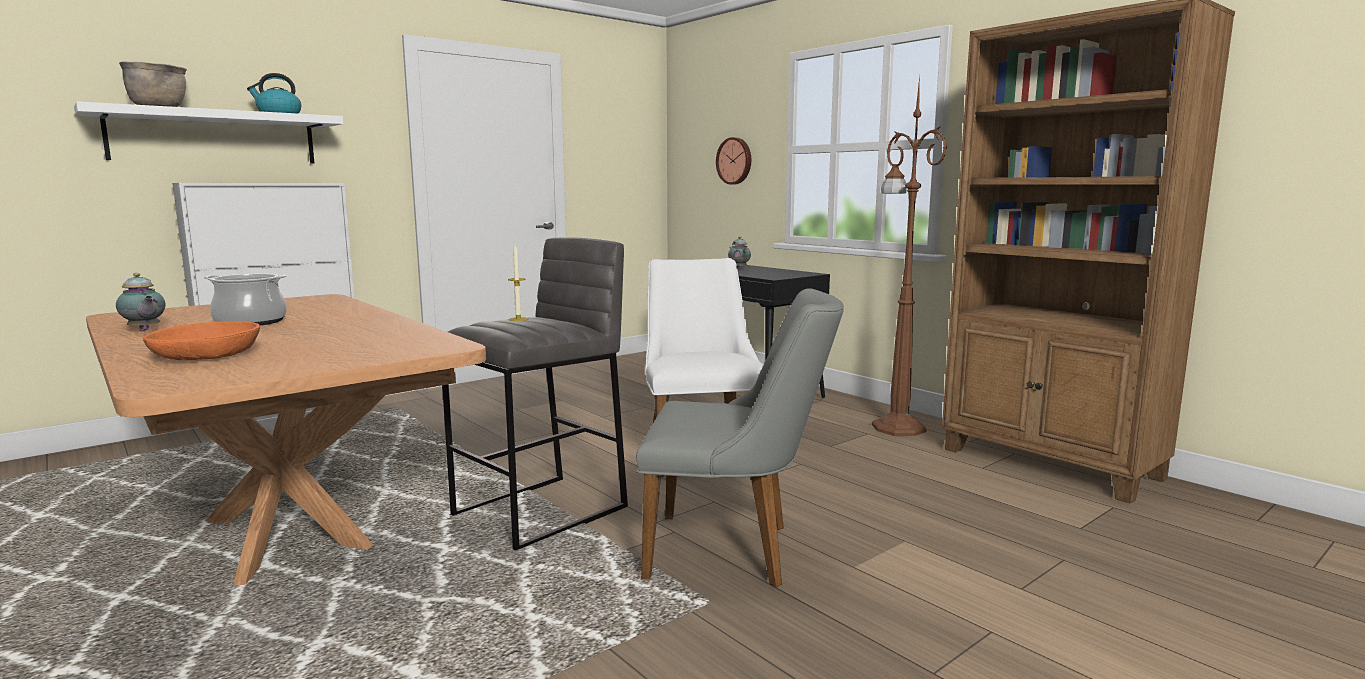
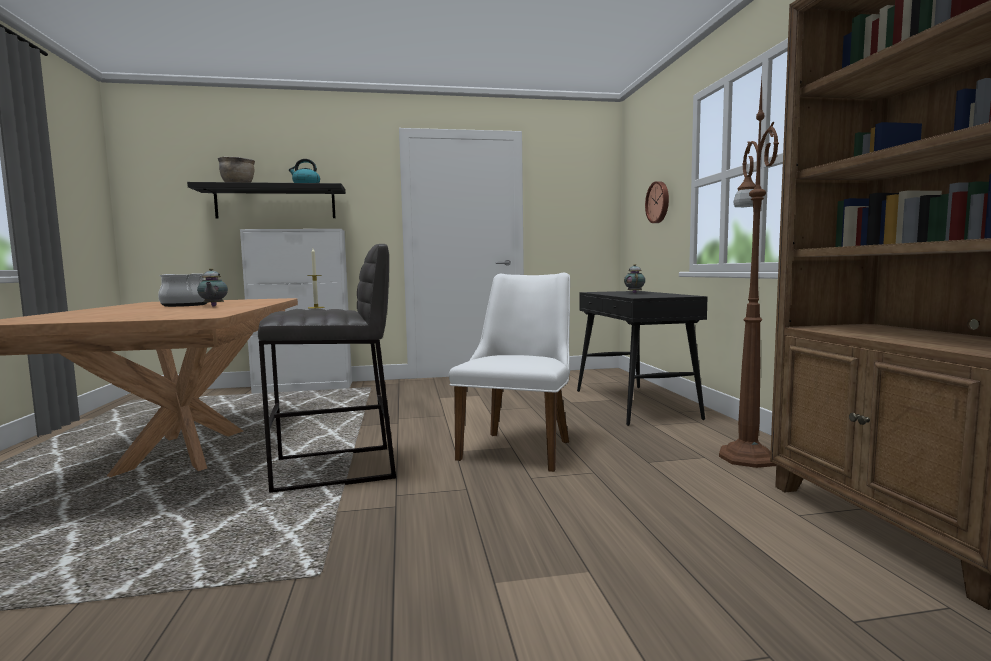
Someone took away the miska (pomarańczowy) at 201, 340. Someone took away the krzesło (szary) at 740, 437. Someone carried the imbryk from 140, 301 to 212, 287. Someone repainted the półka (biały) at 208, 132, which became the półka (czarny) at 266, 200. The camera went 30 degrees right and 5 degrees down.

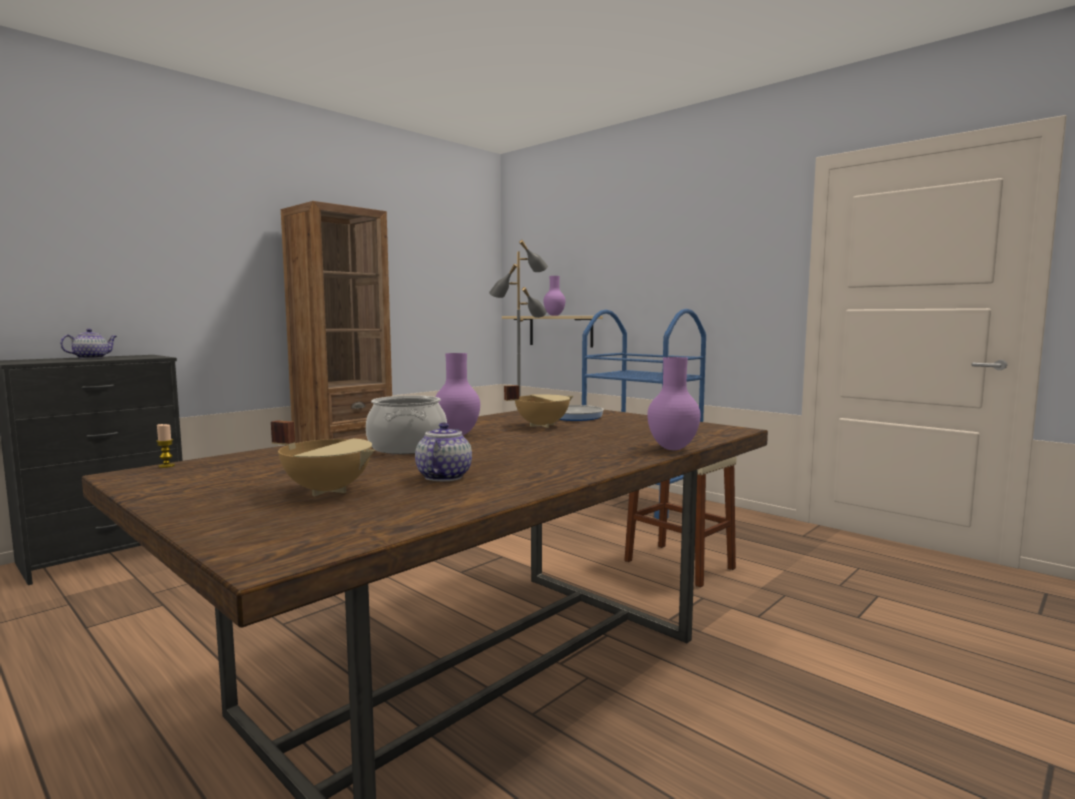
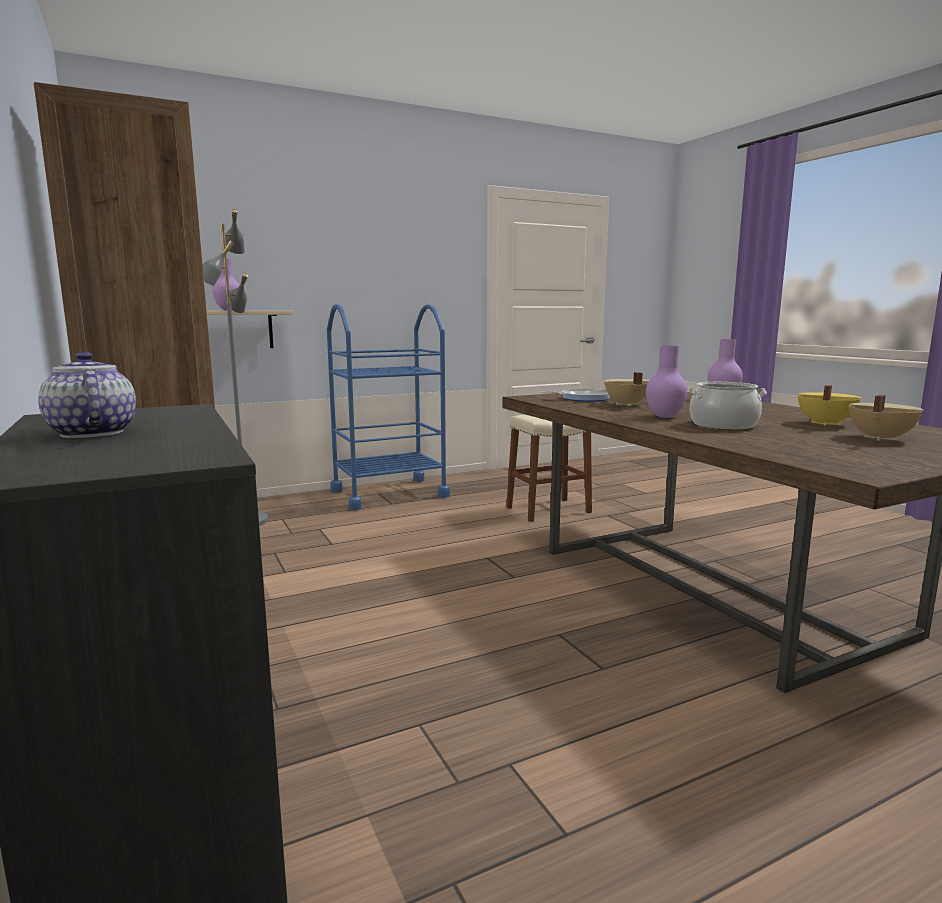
Someone took away the świeca at 165, 446. Someone swapped the imbryk at 443, 451 for the garnek (żółty) at 829, 405. The camera went 70 degrees left and 5 degrees up.

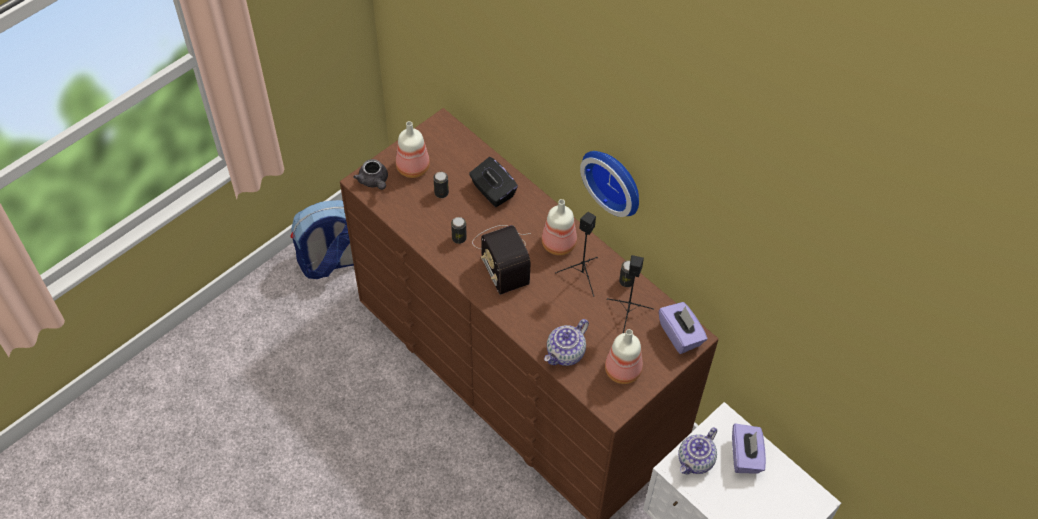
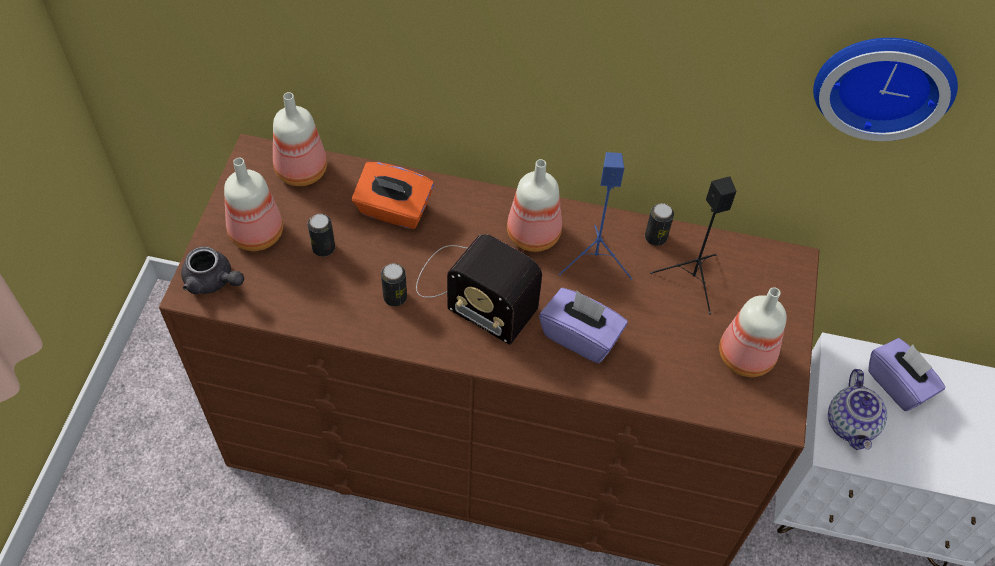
Someone took away the plecak at 322, 239. Someone took away the imbryk at 566, 342. Someone put down the butelka at 300, 139. Someone carried the zegar ścienny from 609, 184 to 885, 89. Someone carried the pudełko chusteczek (fioletowy) from 683, 328 to 583, 325. Someone repainted the pudełko chusteczek (czarny) at 493, 182, which became the pudełko chusteczek (pomarańczowy) at 393, 195. Someone repainted the głośnik (czarny) at 576, 254, which became the głośnik (niebieski) at 595, 216. The camera went 35 degrees left and 0 degrees up.

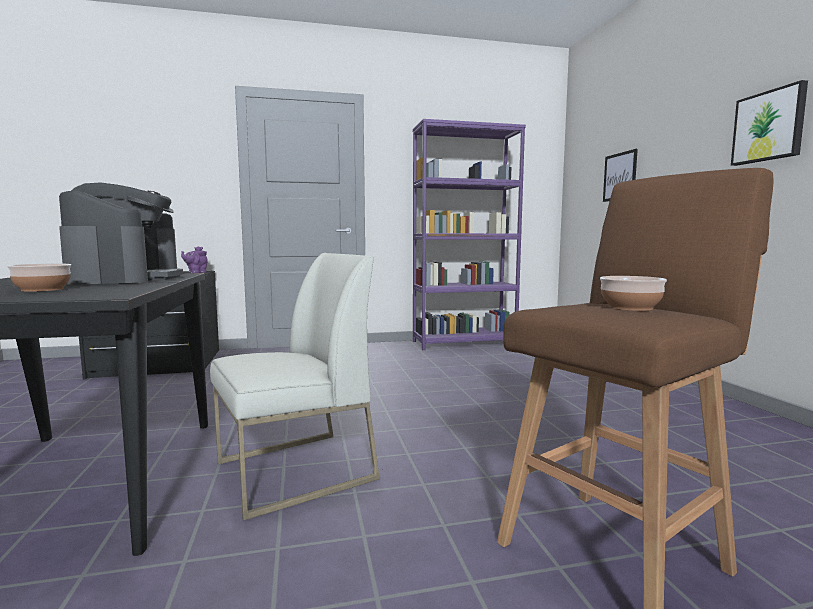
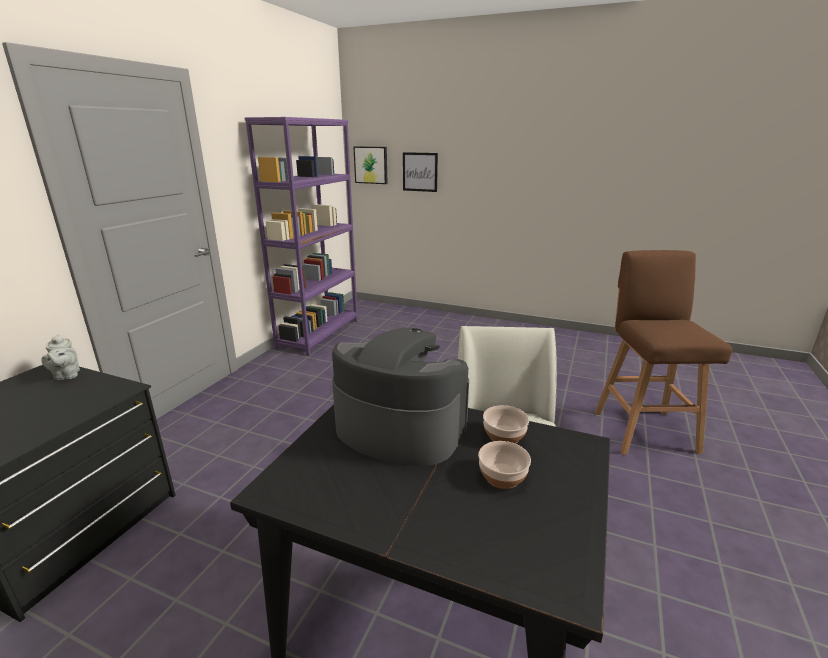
Someone carried the miska from 633, 293 to 506, 424. Someone carried the obraz from 769, 123 to 370, 165. Someone repainted the imbryk (fioletowy) at 194, 259, which became the imbryk (szary) at 60, 357. The camera went 55 degrees left and 15 degrees up.

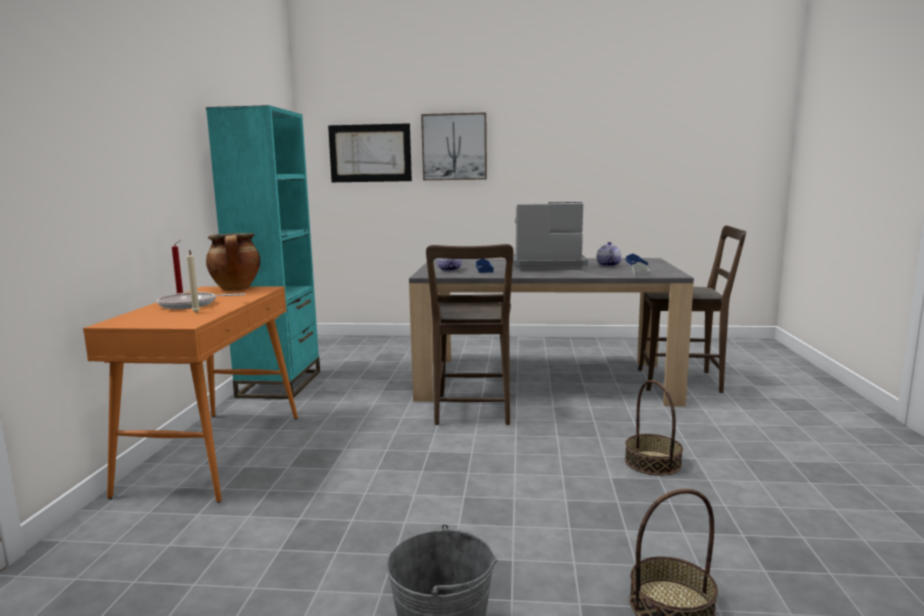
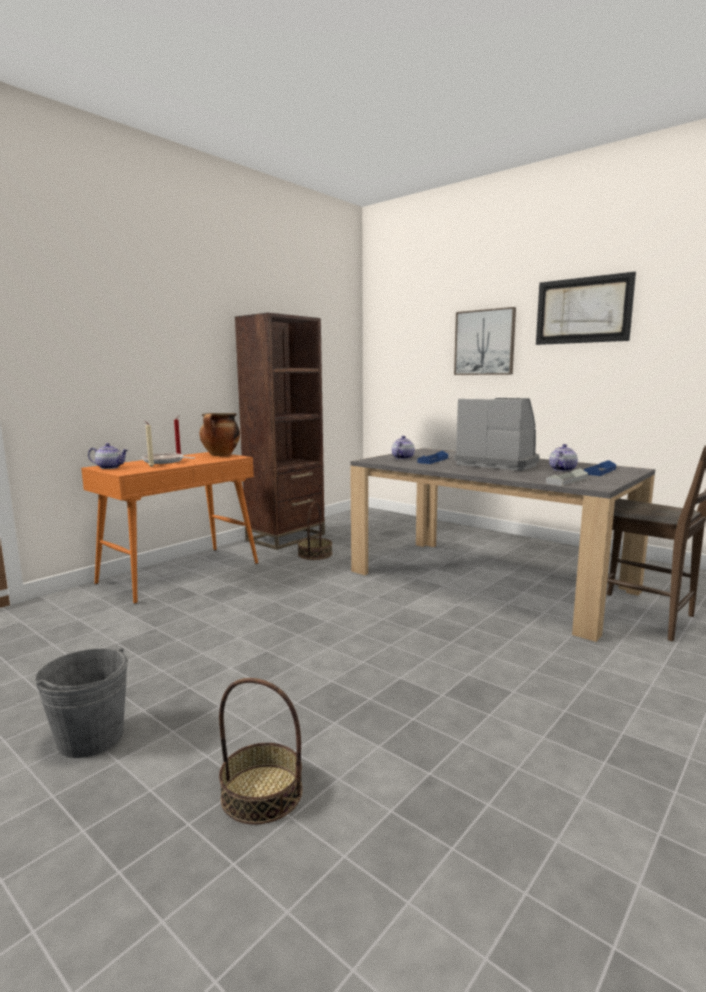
Someone took away the krzesło (brązowy) at 470, 334. Someone put down the imbryk at 108, 456. Someone carried the obraz from 370, 152 to 586, 308. Someone carried the koszyk from 654, 428 to 315, 531. Someone repainted the regał (turkusowy) at 263, 252, which became the regał (brązowy) at 280, 431. The camera went 35 degrees right and 0 degrees up.

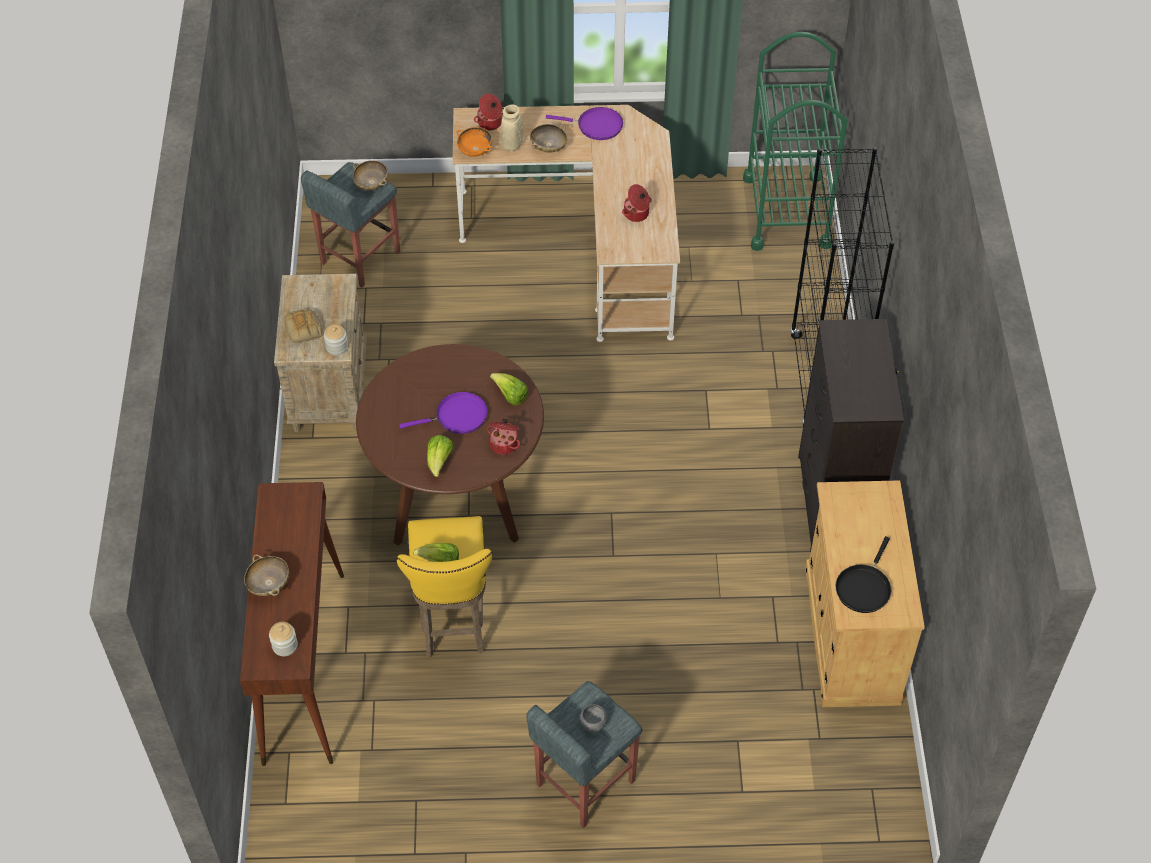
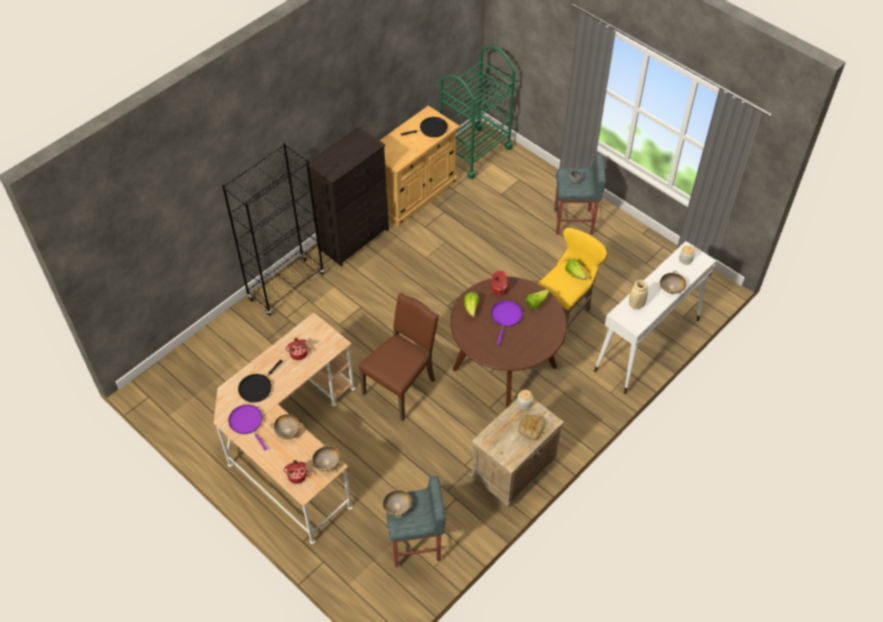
Someone put down the patelnia (czarny) at 260, 381. Someone put down the krzesło (brązowy) at 398, 356. Someone carried the wazon (beżowy) from 512, 128 to 638, 294. Someone carried the wózek (zielony) from 795, 141 to 477, 112. Someone repainted the stolik konsolowy (brązowy) at 292, 624, which became the stolik konsolowy (biały) at 655, 317. Someone repainted the miska (pomarańczowy) at 474, 142, which became the miska (beżowy) at 326, 458. Someone rotated the patelnia (fioletowy) at 443, 413 by 75 degrees clockwise. The camera went 135 degrees left and 0 degrees up.

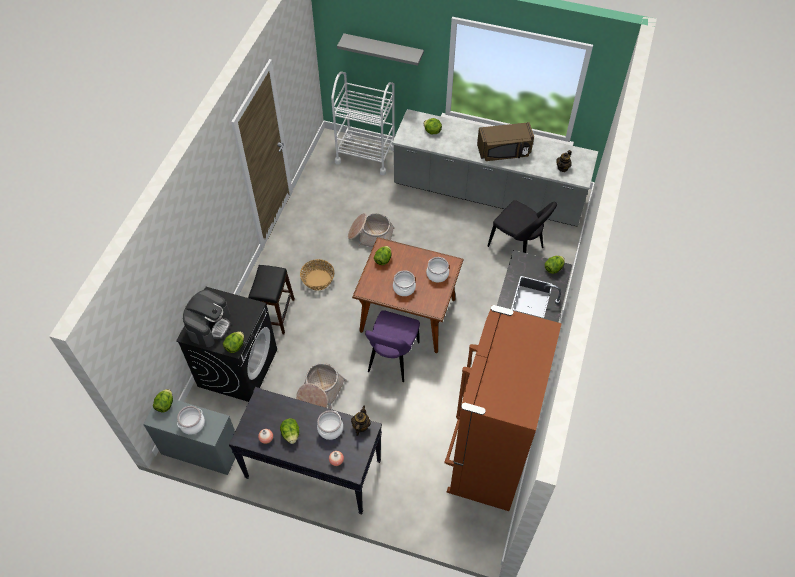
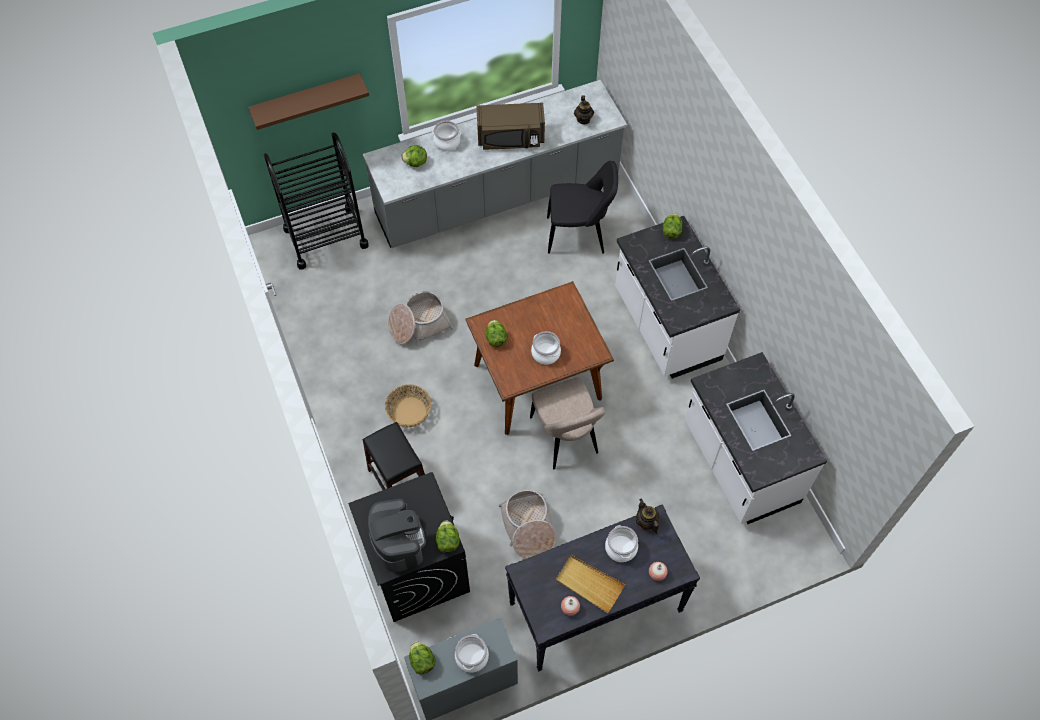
Someone carried the garnek from 437, 269 to 446, 136. Someone swapped the sałata at 289, 431 for the taca (beżowy) at 590, 584. Someone swapped the lodówka (brązowy) at 503, 408 for the zabudowa kuchenna (biały) at 755, 438. Someone repainted the wózek (biały) at 363, 123, which became the wózek (czarny) at 316, 201. Someone repainted the półka (szary) at 380, 49, which became the półka (brązowy) at 308, 101. Someone repainted the krzesło (fioletowy) at 392, 346, which became the krzesło (beżowy) at 567, 423. Someone rotated the mikrofalówka (brązowy) at 505, 141 by 45 degrees clockwise. The camera went 40 degrees left and 5 degrees up.

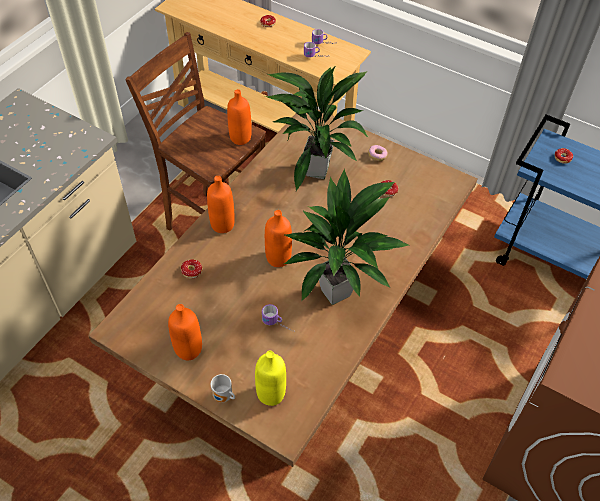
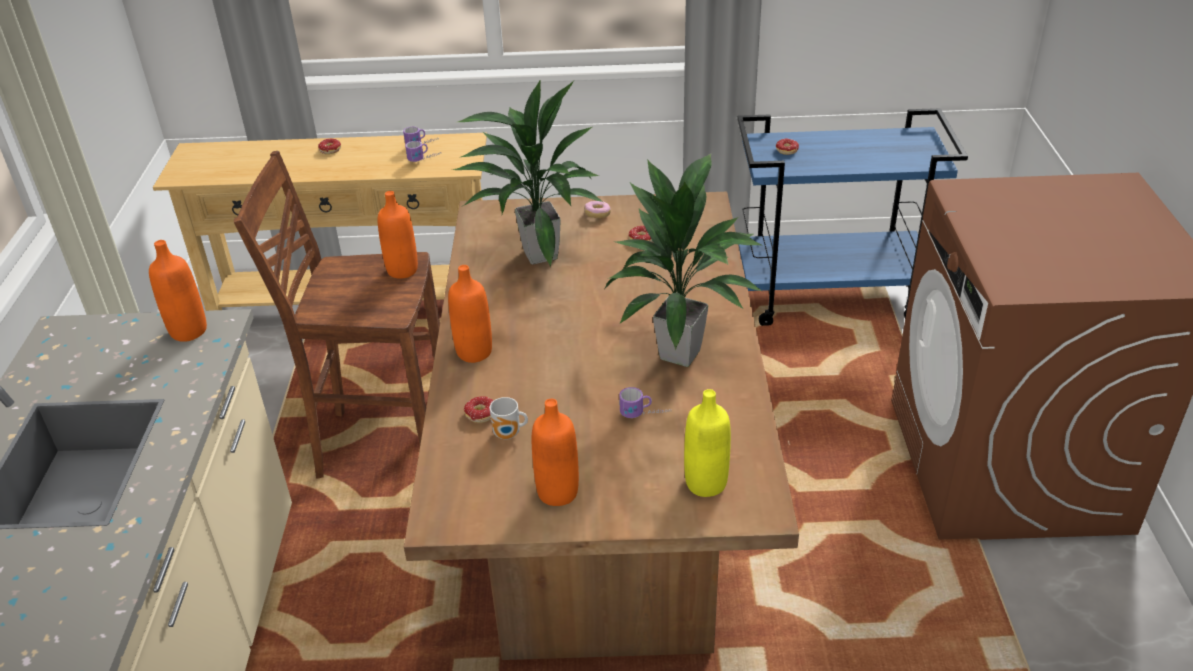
Someone carried the kubek from 223, 388 to 508, 418. Someone carried the butelka (pomarańczowy) from 278, 238 to 178, 291. The camera went 30 degrees left and 15 degrees down.

